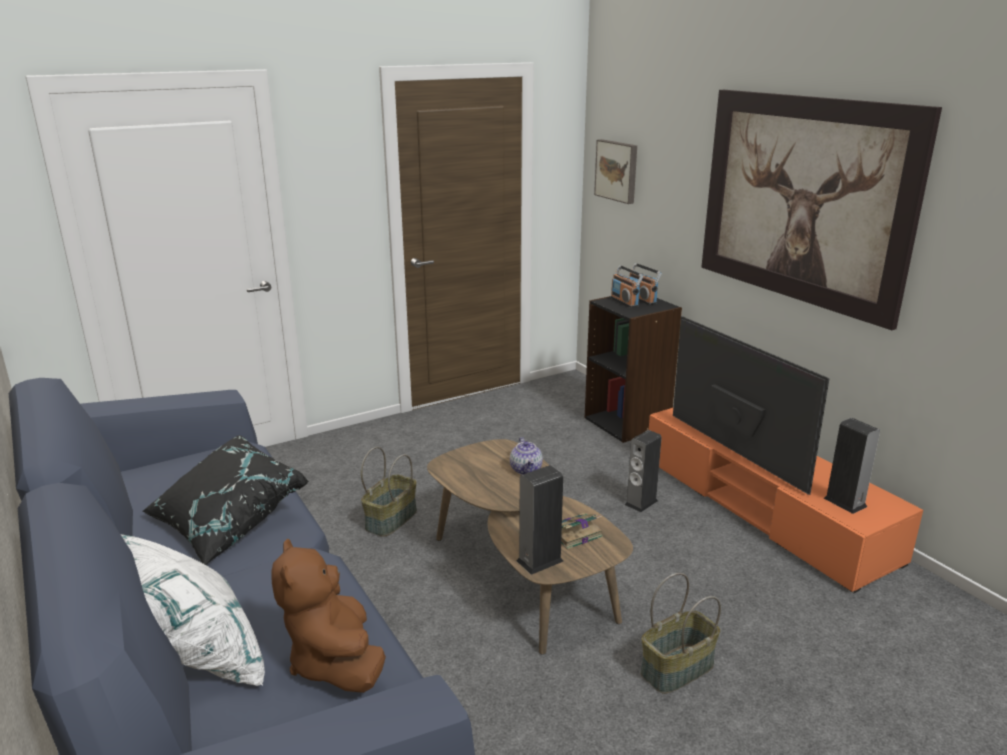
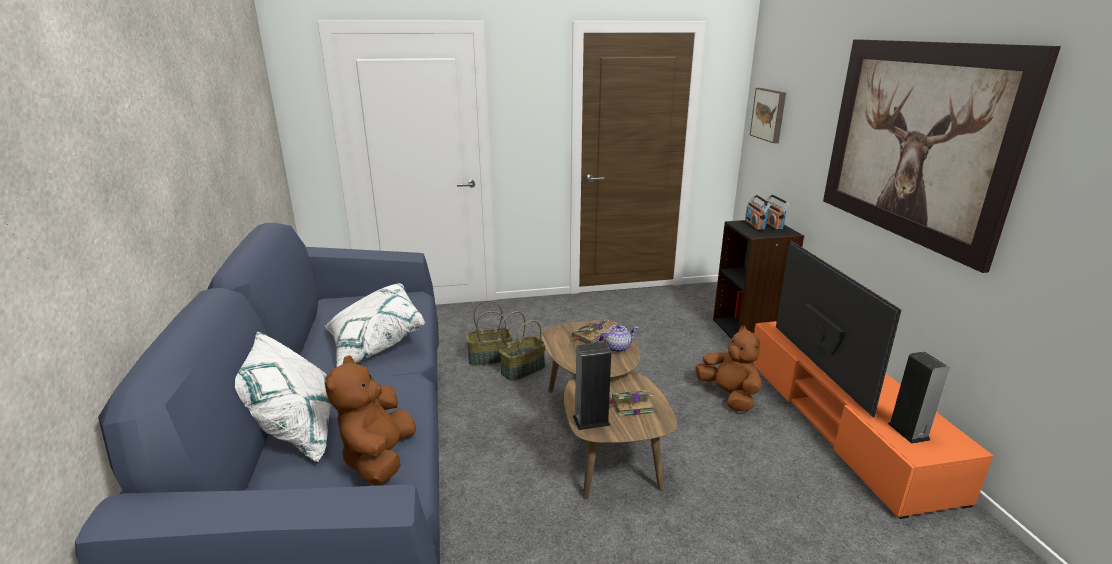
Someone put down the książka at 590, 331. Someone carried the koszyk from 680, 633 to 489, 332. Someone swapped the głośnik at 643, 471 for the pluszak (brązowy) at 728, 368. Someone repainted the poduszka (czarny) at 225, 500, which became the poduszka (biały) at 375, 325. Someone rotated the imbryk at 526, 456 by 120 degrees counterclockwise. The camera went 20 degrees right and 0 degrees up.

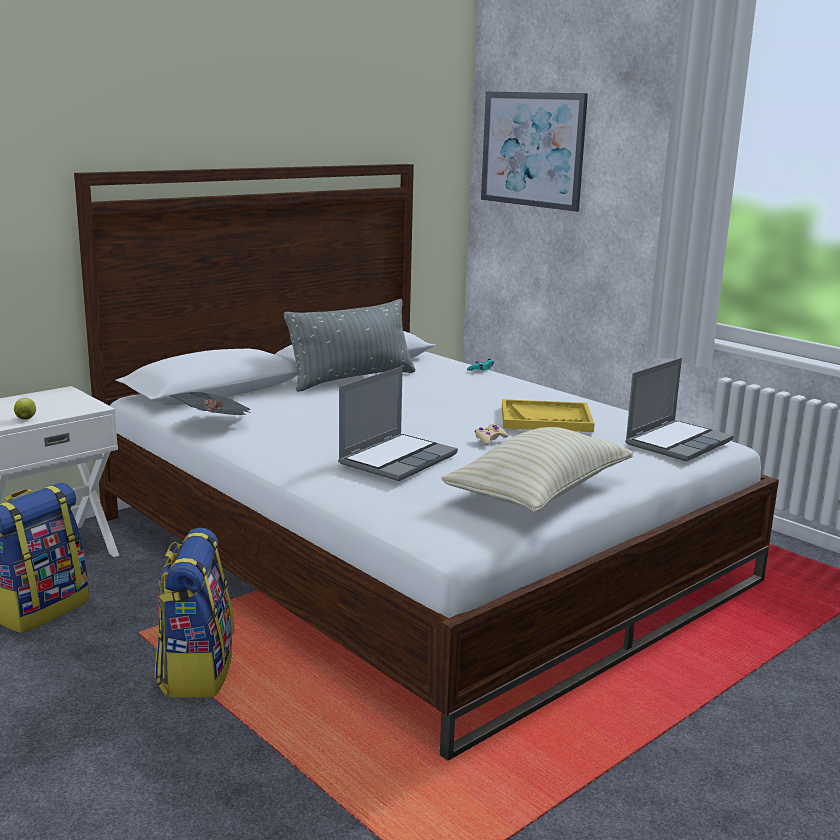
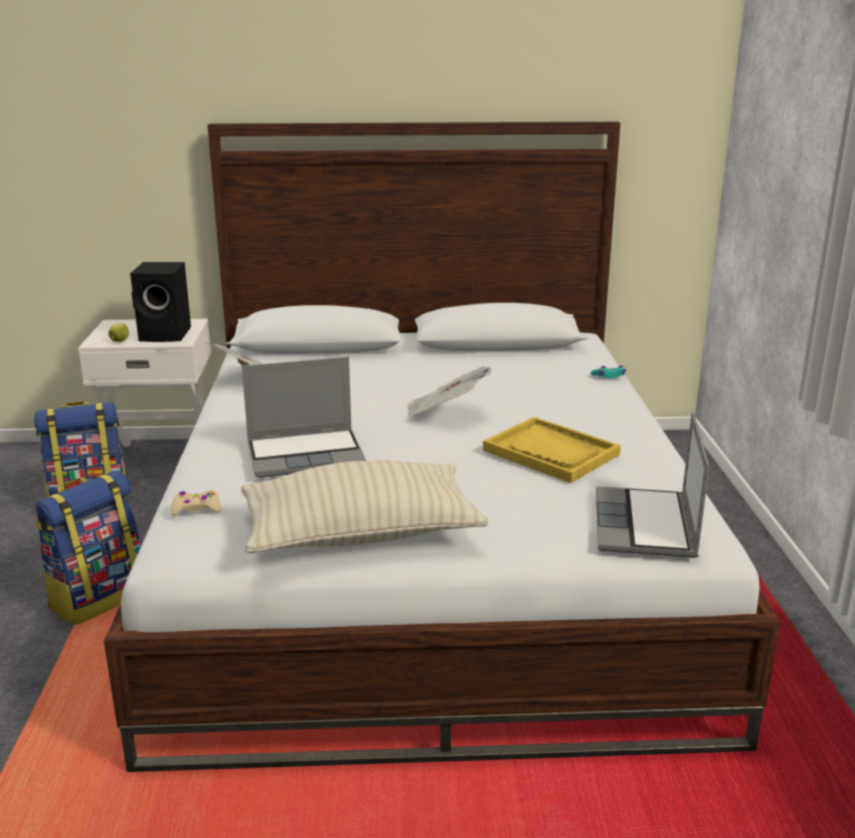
Someone took away the poduszka (szary) at 350, 345. Someone took away the obraz at 534, 152. Someone put down the głośnik (czarny) at 160, 302. Someone put down the gazeta at 449, 391. Someone carried the pad do gier (beżowy) from 491, 434 to 196, 503. Someone rotated the laptop at 679, 410 by 105 degrees clockwise. The camera went 40 degrees right and 5 degrees up.

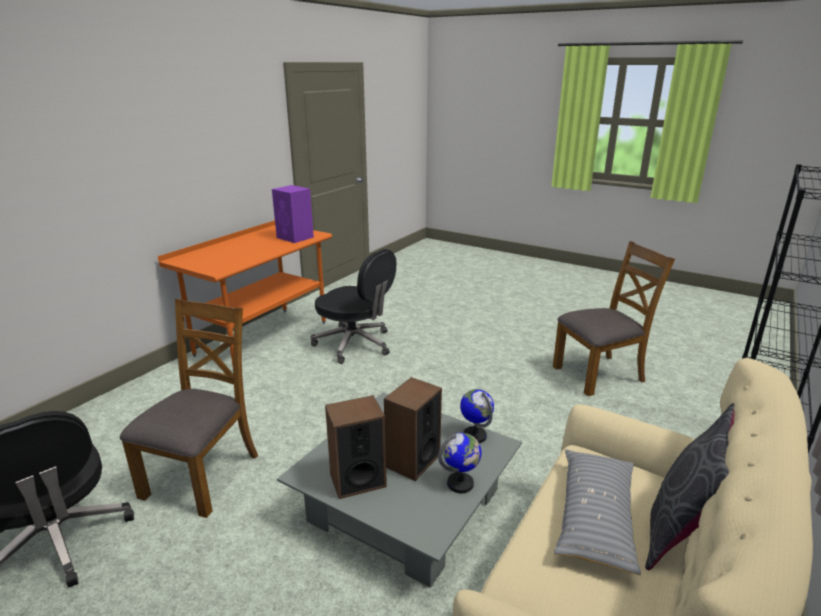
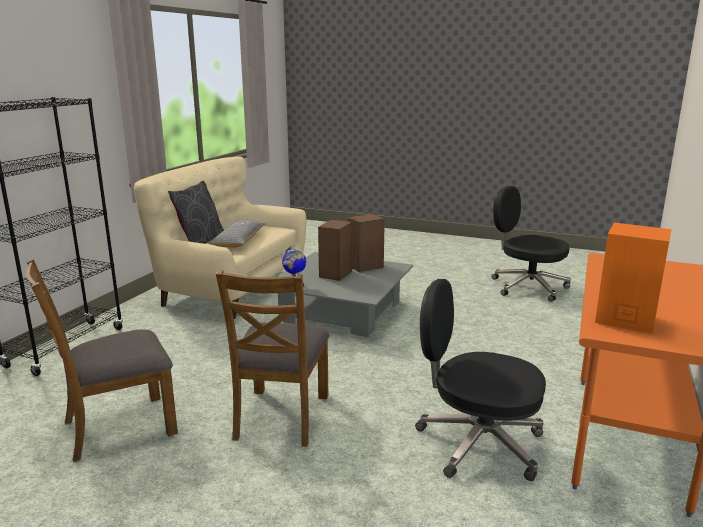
Someone took away the globus at 459, 463. Someone carried the krzesło (brązowy) from 189, 408 to 272, 358. Someone repainted the głośnik (fioletowy) at 293, 214, which became the głośnik (pomarańczowy) at 633, 278. The camera went 170 degrees right and 5 degrees down.

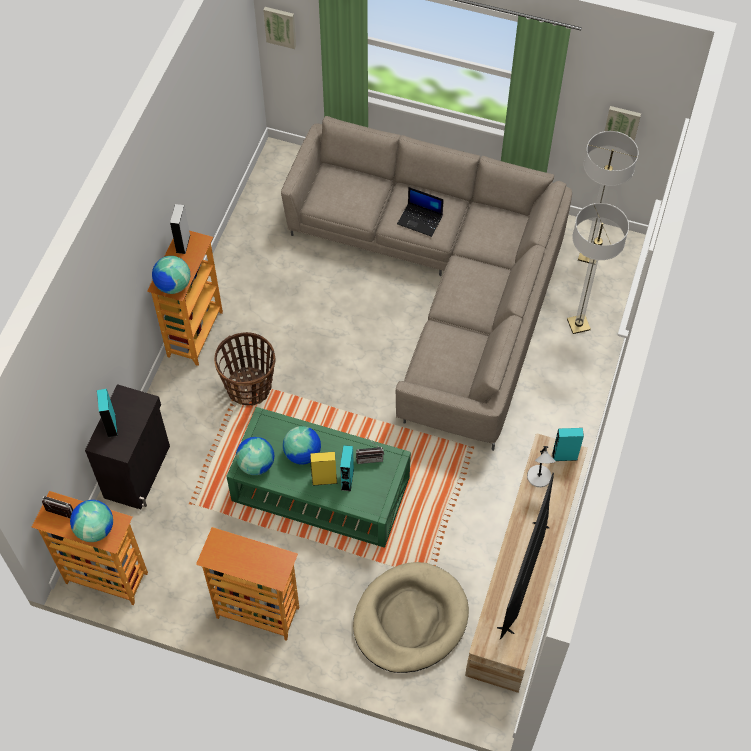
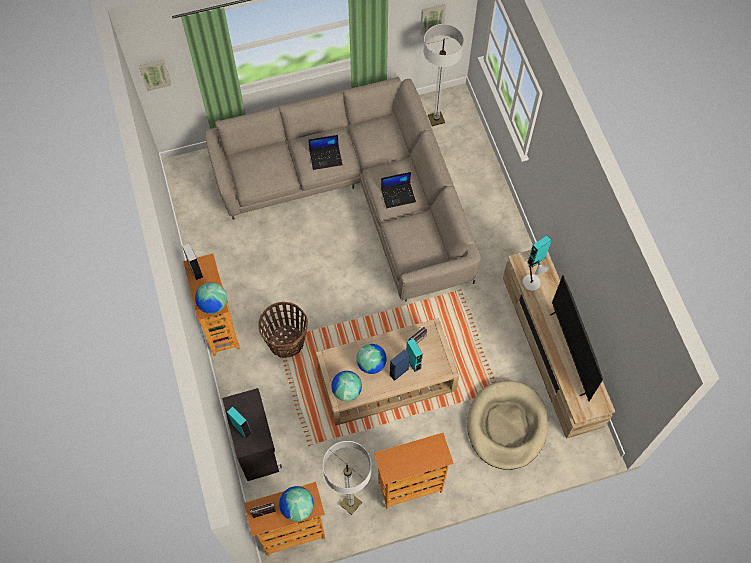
Someone put down the laptop at 398, 190. Someone carried the lampa stojąca from 598, 268 to 347, 478. Someone repainted the ława (zielony) at 318, 477, which became the ława (beżowy) at 387, 372. Someone repainted the głośnik (żółty) at 323, 469, which became the głośnik (niebieski) at 399, 365. The camera went 35 degrees left and 5 degrees up.

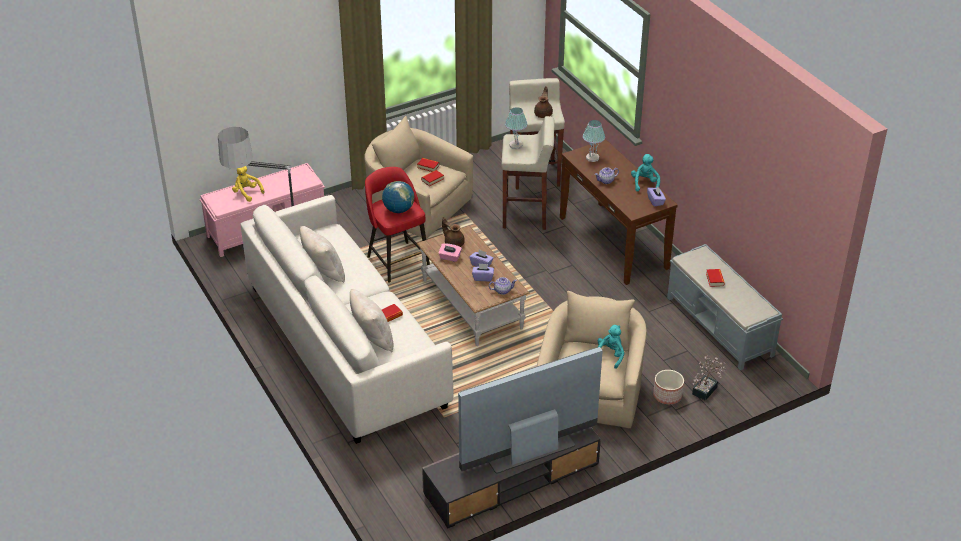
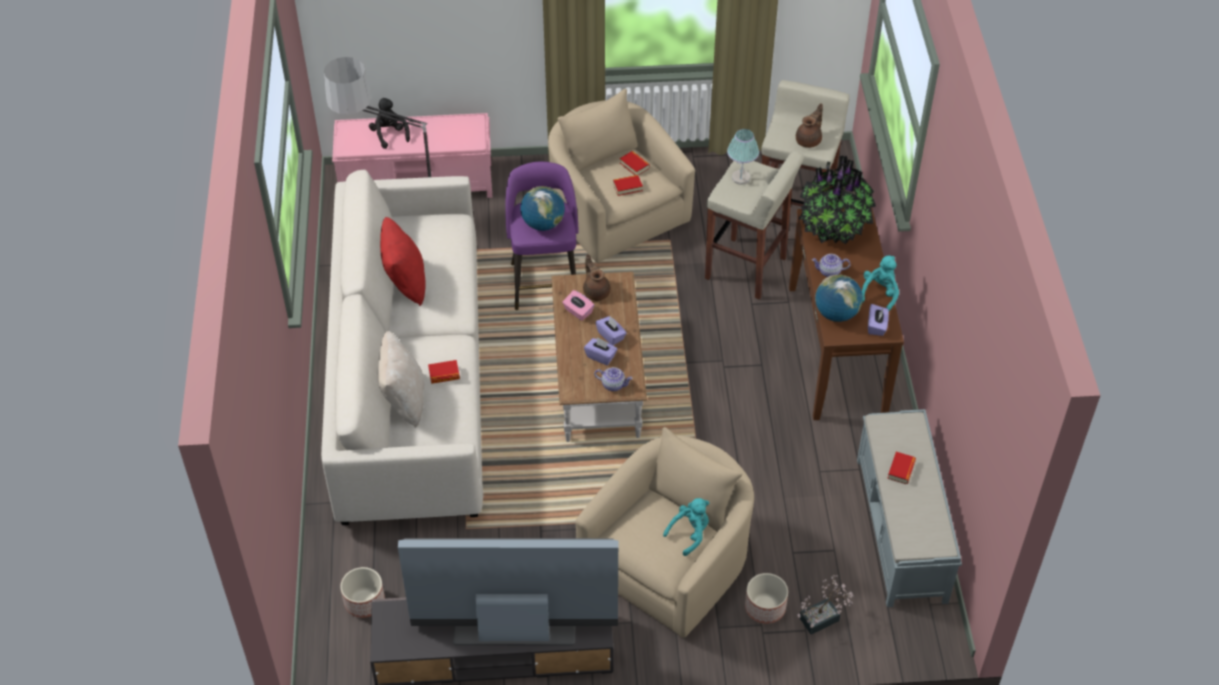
Someone put down the donica at 362, 592. Someone put down the globus at 839, 298. Someone swapped the lampa stołowa at 594, 141 for the roślina doniczkowa at 837, 199. Someone repainted the pluszak (żółty) at 248, 184, which became the pluszak (czarny) at 389, 123. Someone repainted the poduszka (beżowy) at 322, 254, which became the poduszka (czerwony) at 403, 261. Someone repainted the stołek (czerwony) at 397, 224, which became the stołek (fioletowy) at 542, 235. The camera went 25 degrees right and 10 degrees up.

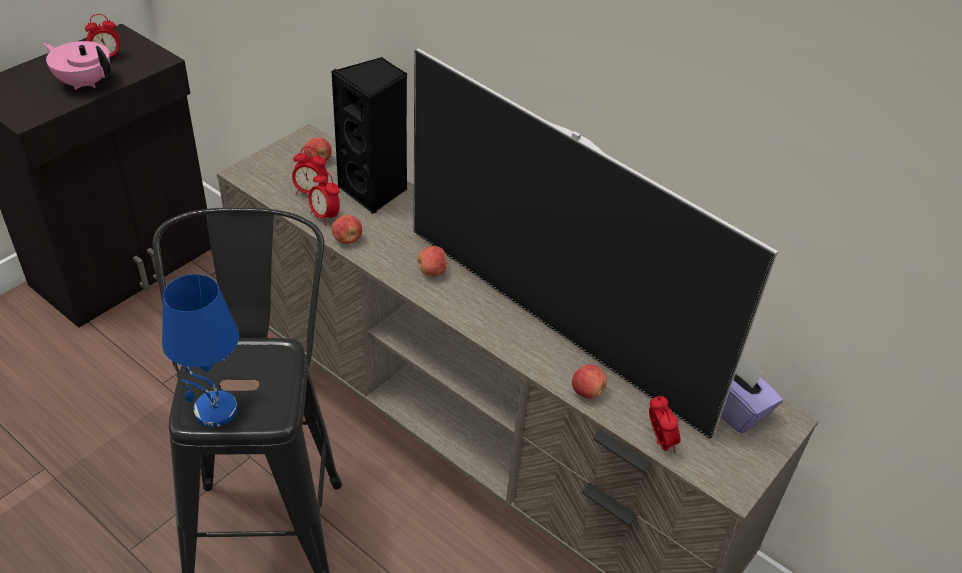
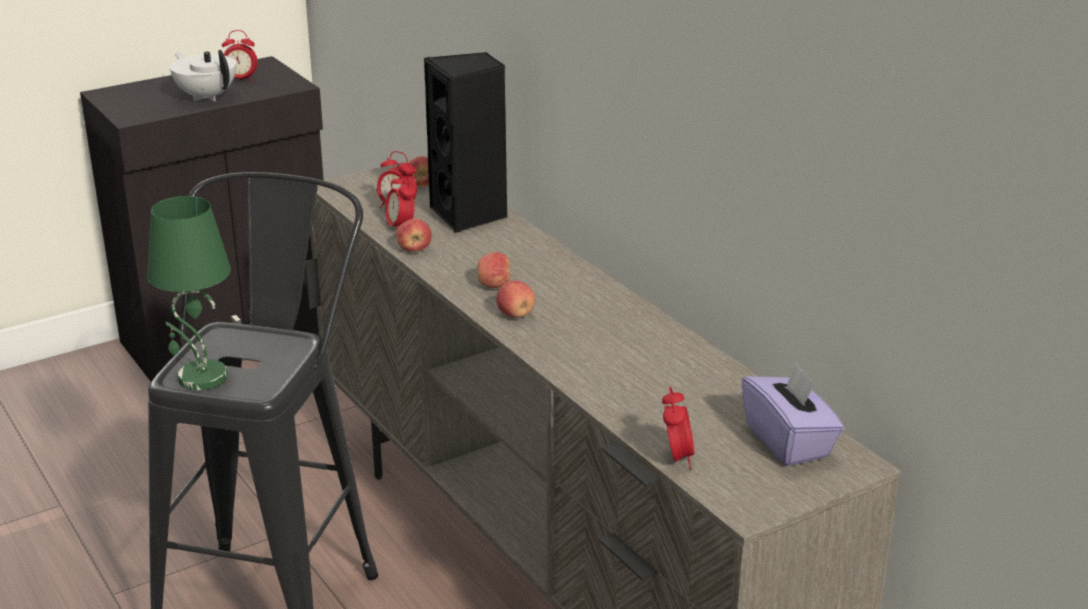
Someone took away the telewizor at 595, 243. Someone carried the jabłko from 589, 381 to 515, 299. Someone repainted the imbryk (różowy) at 76, 65, which became the imbryk (biały) at 203, 75. Someone repainted the lampa stołowa (niebieski) at 200, 350, which became the lampa stołowa (zielony) at 189, 293. The camera went 20 degrees right and 15 degrees down.

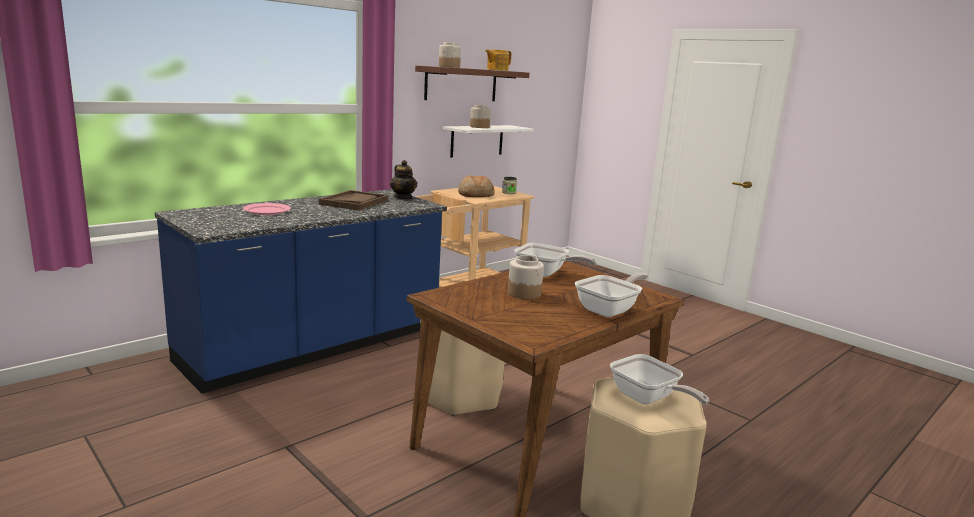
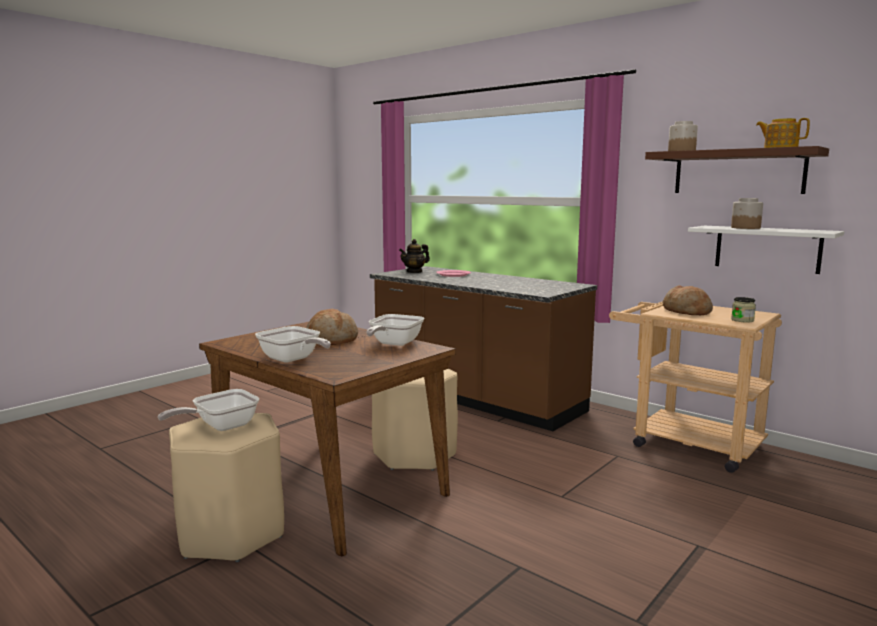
Someone took away the taca (brązowy) at 353, 200. Someone carried the imbryk from 403, 179 to 414, 256. Someone swapped the słoik at 526, 277 for the chleb at 332, 327. Someone repainted the zabudowa kuchenna (niebieski) at 301, 291, which became the zabudowa kuchenna (brązowy) at 483, 348. The camera went 85 degrees right and 5 degrees down.

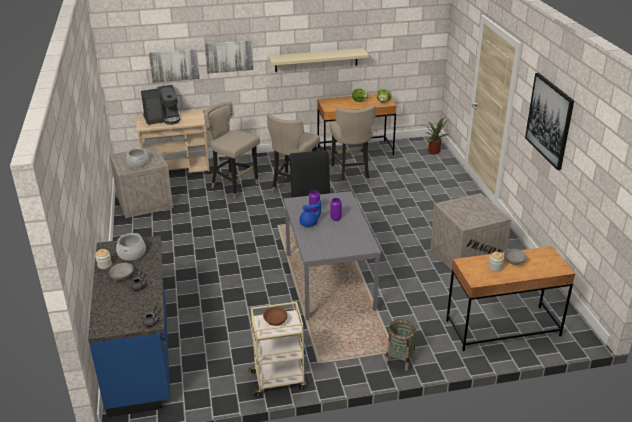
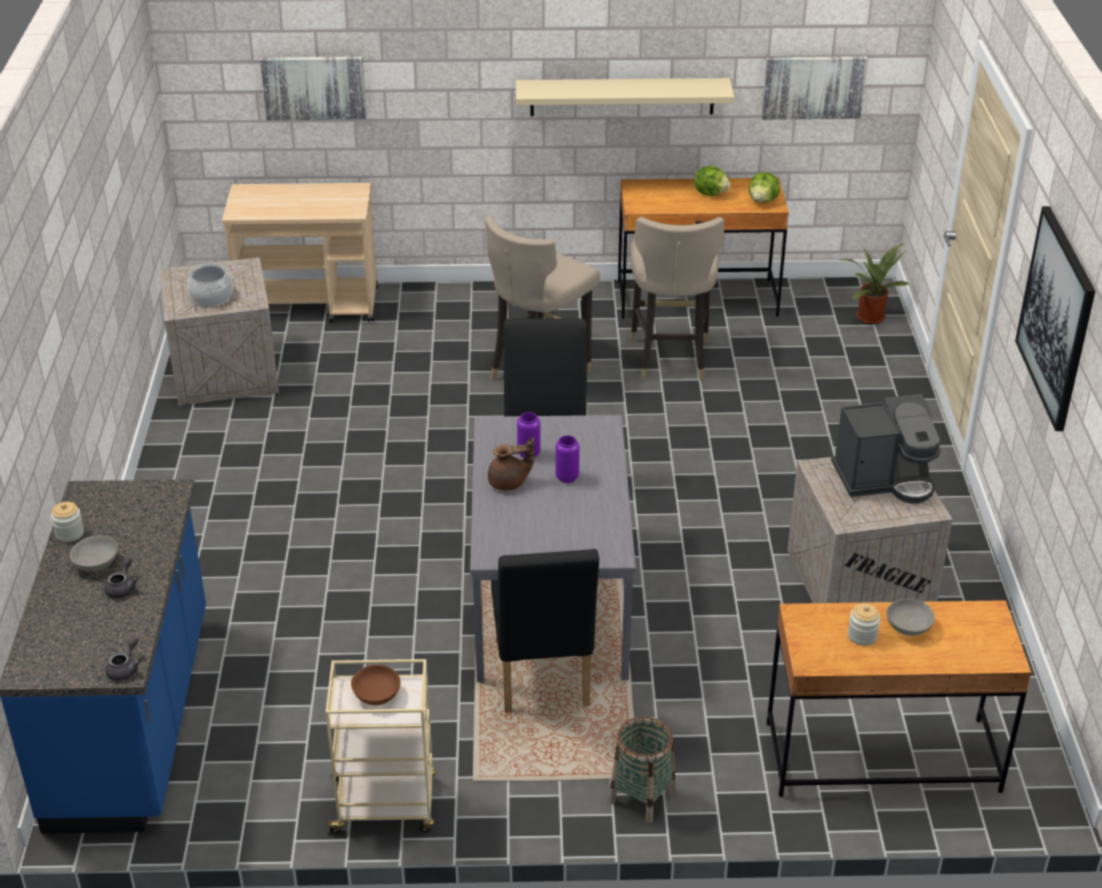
Someone took away the garnek at 131, 247. Someone took away the stołek (beżowy) at 232, 150. Someone put down the krzesło (czarny) at 545, 631. Someone carried the ekspres do kawy from 160, 105 to 886, 449. Someone carried the obraz from 229, 57 to 815, 88. Someone repainted the imbryk (niebieski) at 310, 213, which became the imbryk (brązowy) at 511, 464. The camera went 10 degrees right and 5 degrees up.

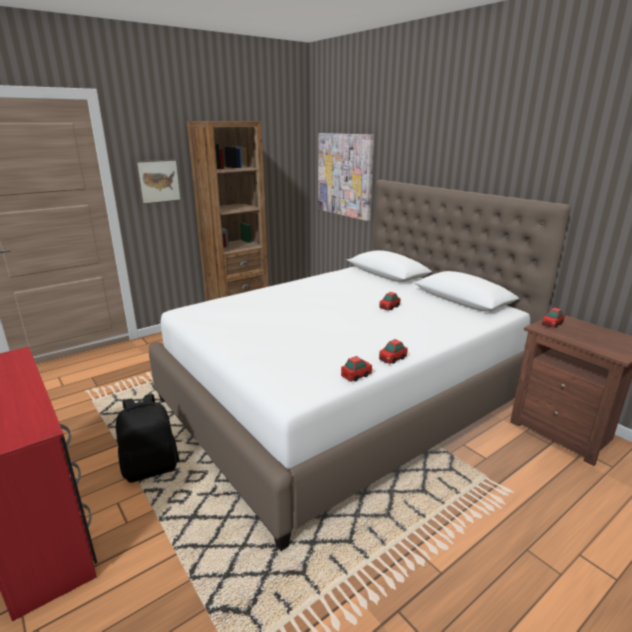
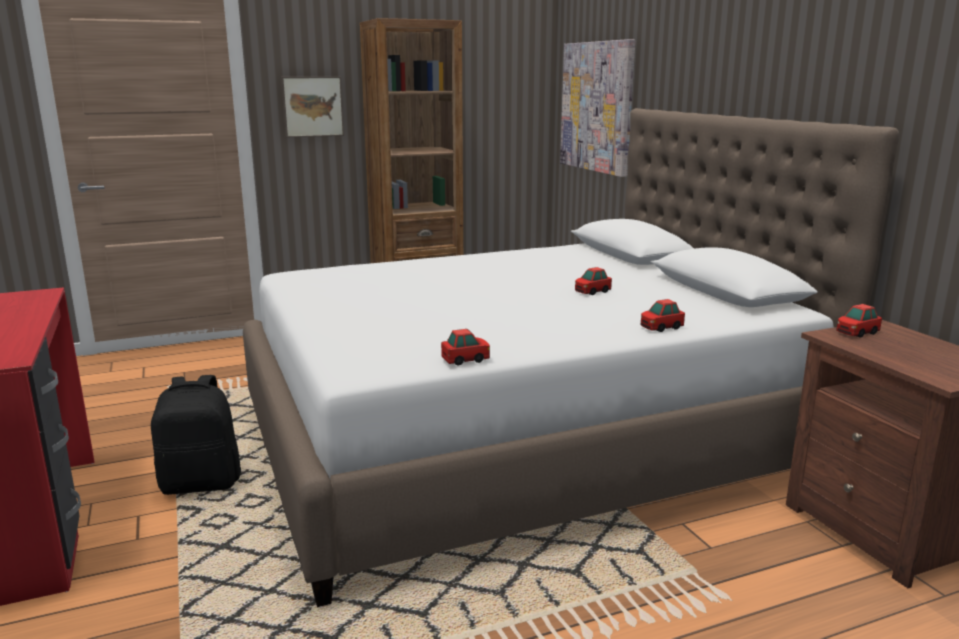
Someone carried the samochodzik from 393, 351 to 663, 315. The camera went 15 degrees right and 5 degrees down.

